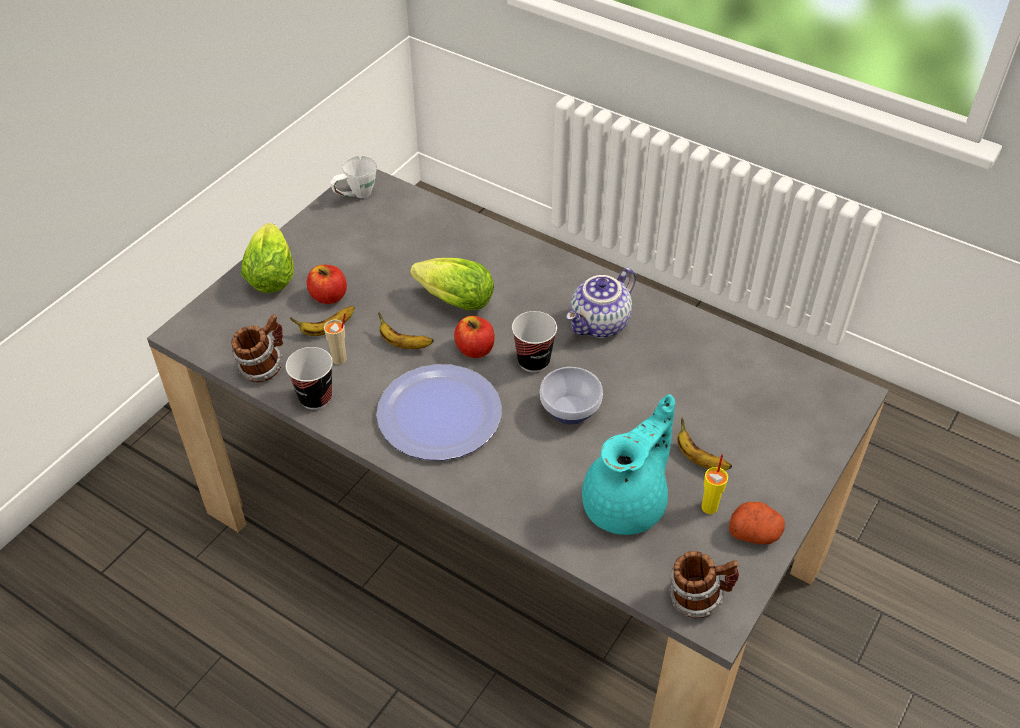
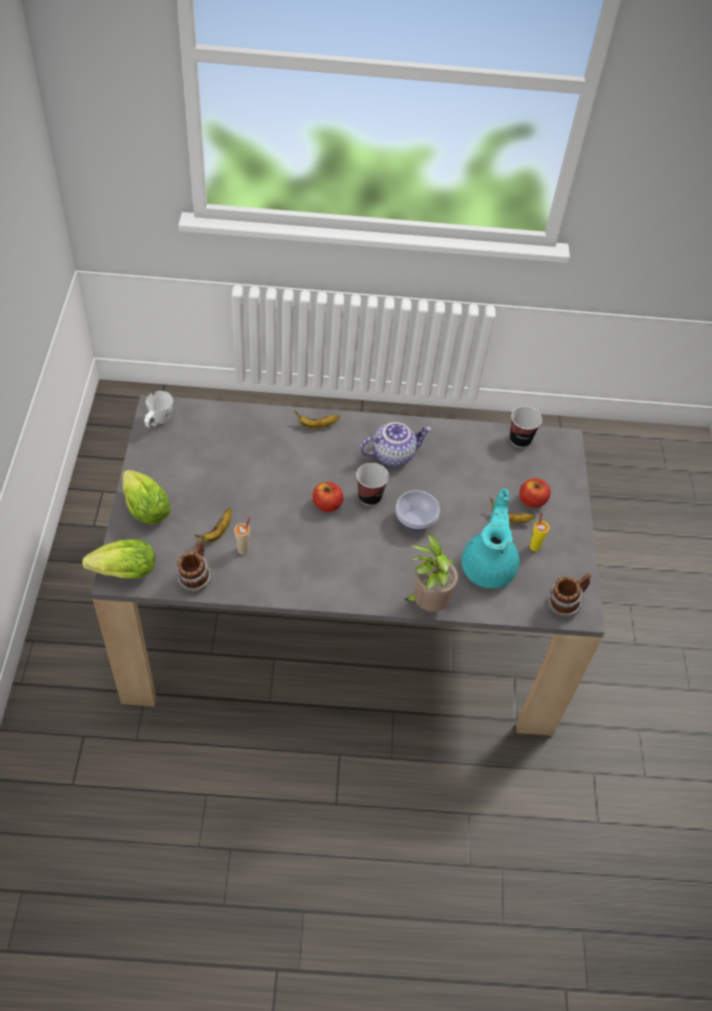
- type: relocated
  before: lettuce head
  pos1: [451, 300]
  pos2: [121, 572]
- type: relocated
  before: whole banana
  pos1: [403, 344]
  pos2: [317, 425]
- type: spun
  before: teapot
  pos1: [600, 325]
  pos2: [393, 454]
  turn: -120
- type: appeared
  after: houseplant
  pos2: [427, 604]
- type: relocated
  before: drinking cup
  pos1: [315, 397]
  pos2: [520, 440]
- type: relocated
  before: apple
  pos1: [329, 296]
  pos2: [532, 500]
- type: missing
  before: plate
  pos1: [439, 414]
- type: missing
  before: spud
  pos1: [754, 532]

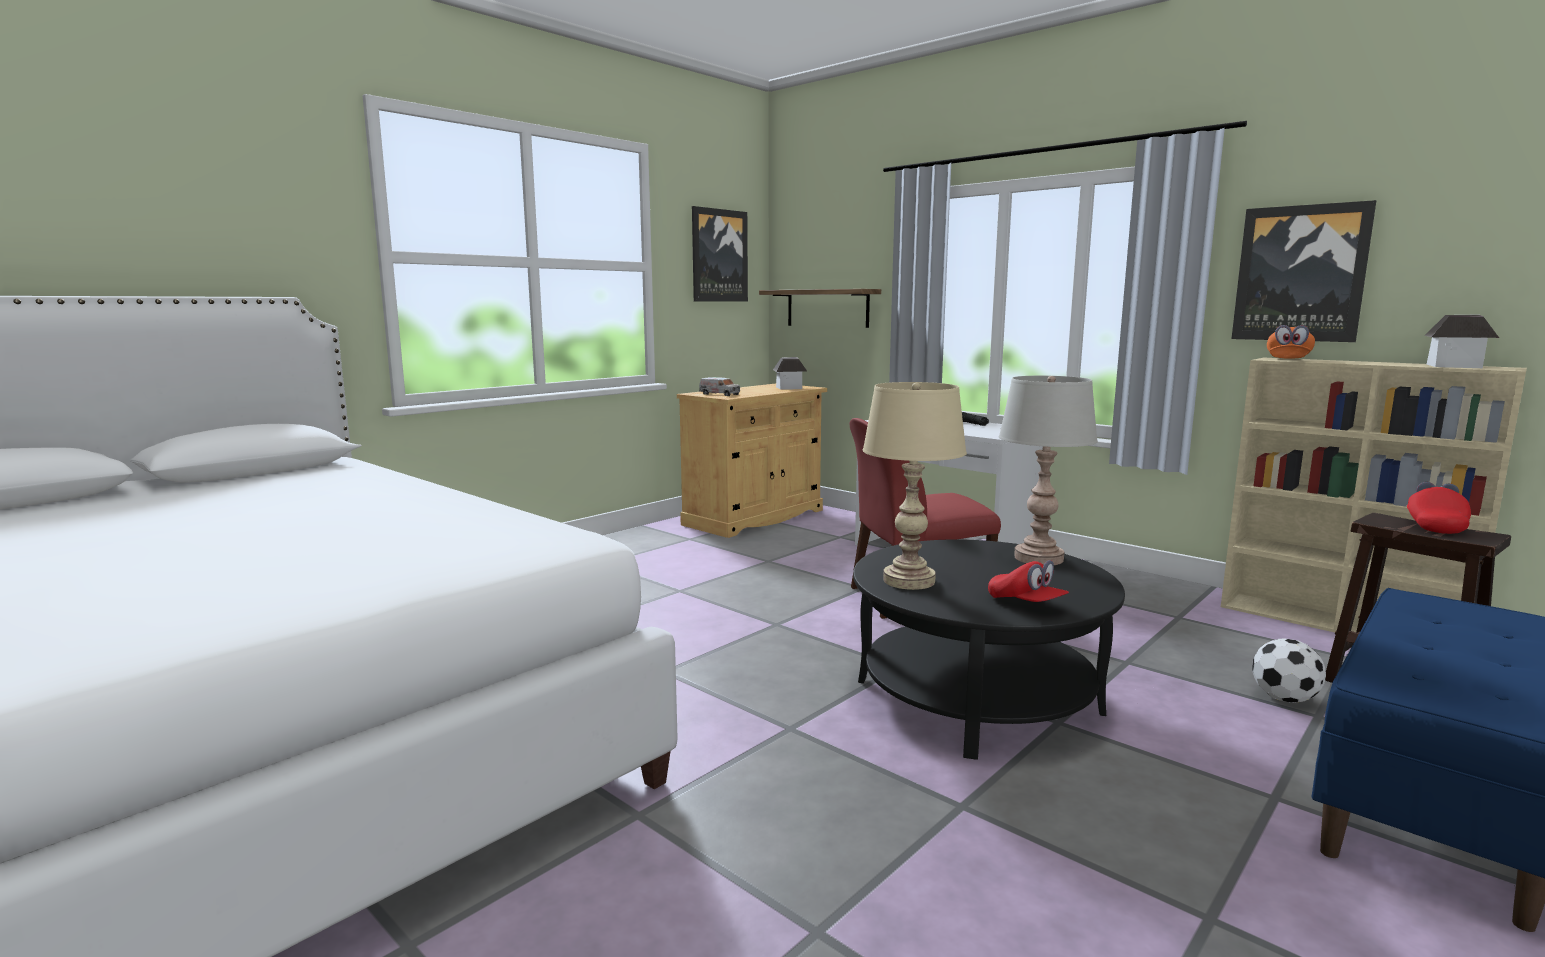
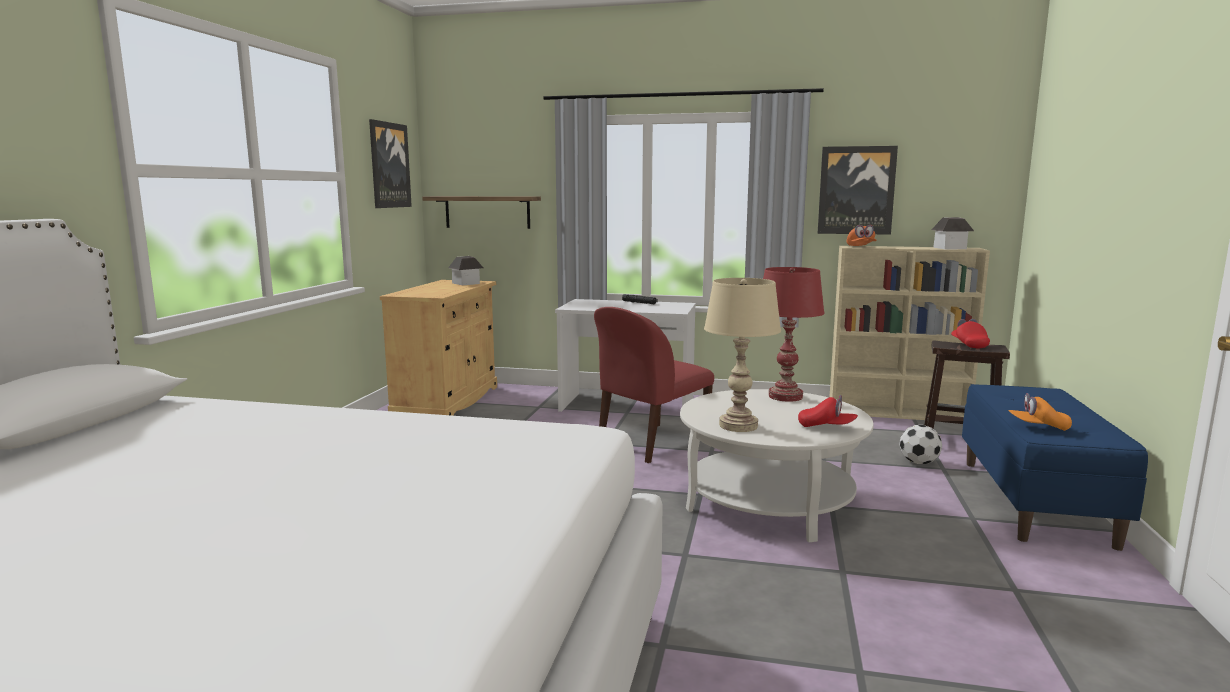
- type: colour
  before: black lounge table
  after: white-coloured lounge table
  pos1: [977, 696]
  pos2: [769, 501]
- type: colour
  before: grey tabletop lamp
  after: reddish tabletop lamp
  pos1: [1038, 558]
  pos2: [785, 396]
- type: appeared
  after: orange baseball cap
  pos2: [1038, 427]
- type: missing
  before: toy lorry
  pos1: [719, 394]

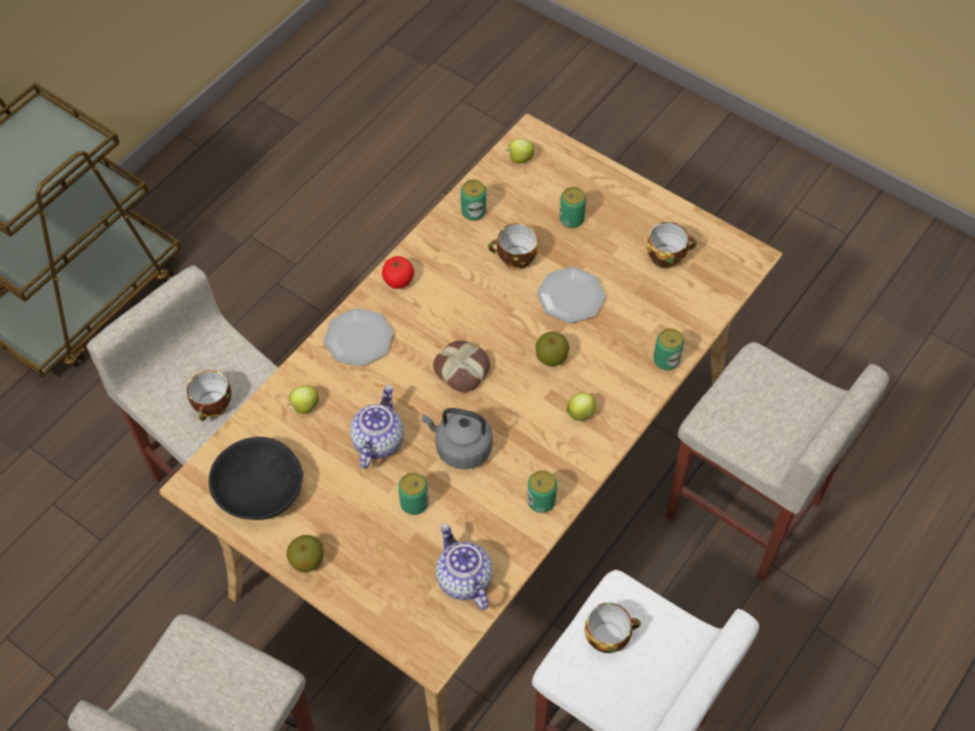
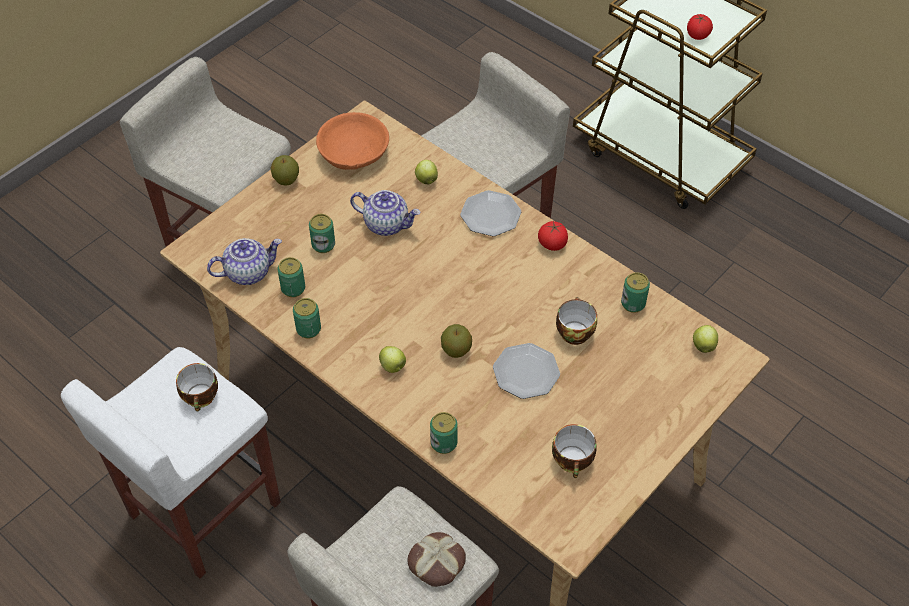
- type: relocated
  before: can
  pos1: [571, 219]
  pos2: [293, 288]
- type: colour
  before: black bowl
  after: orange bowl
  pos1: [259, 490]
  pos2: [354, 153]
- type: relocated
  before: baked bread
  pos1: [462, 369]
  pos2: [437, 563]
- type: appeared
  after: fresh tomato
  pos2: [697, 35]
- type: missing
  before: drinking cup
  pos1: [213, 407]
- type: missing
  before: grey water kettle
  pos1: [460, 448]

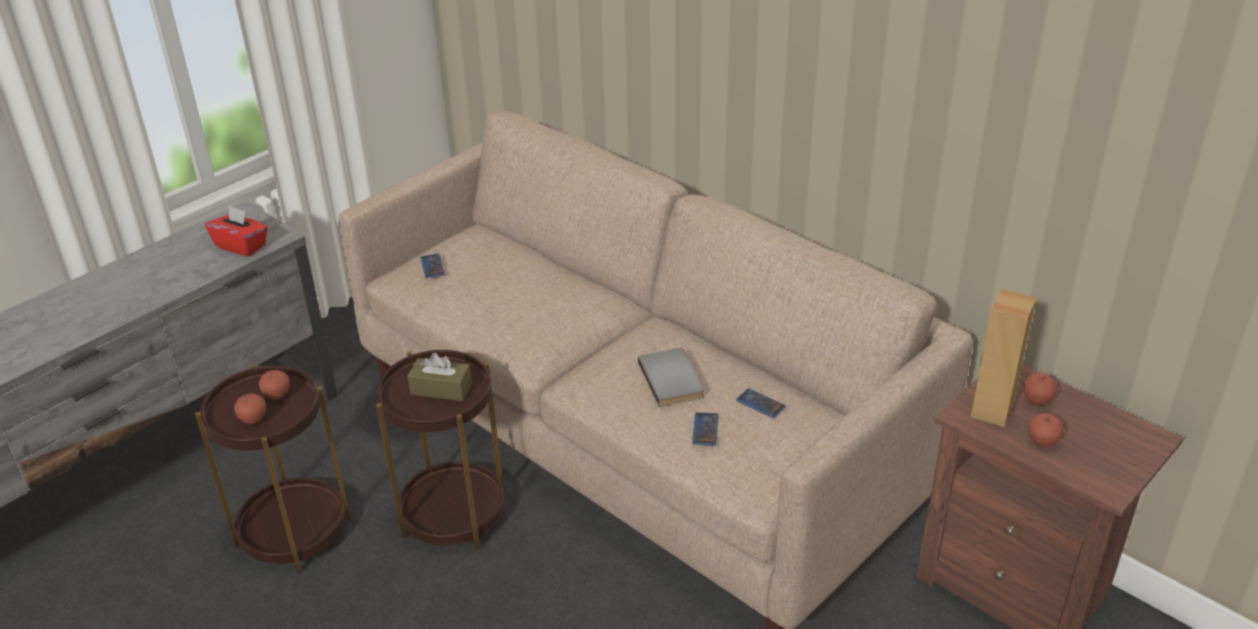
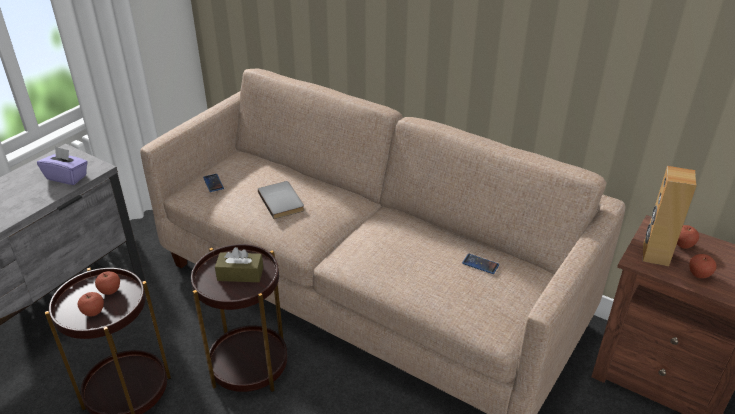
- type: colour
  before: reddish box of tissues
  after: purplish box of tissues
  pos1: [241, 246]
  pos2: [67, 177]
- type: relocated
  before: grey book
  pos1: [673, 379]
  pos2: [282, 201]
- type: missing
  before: handset
  pos1: [705, 429]

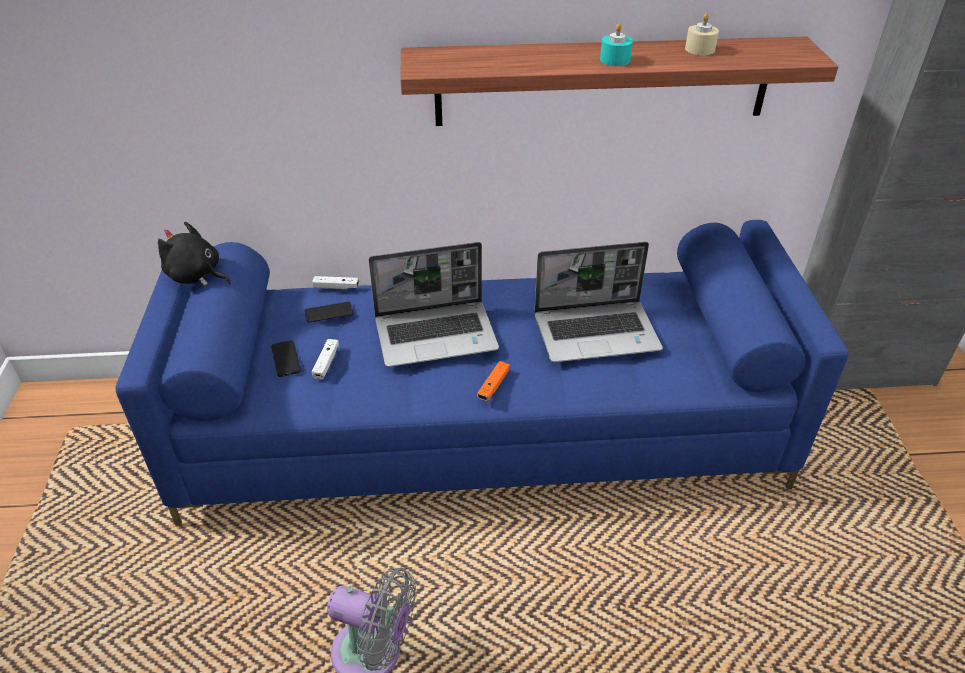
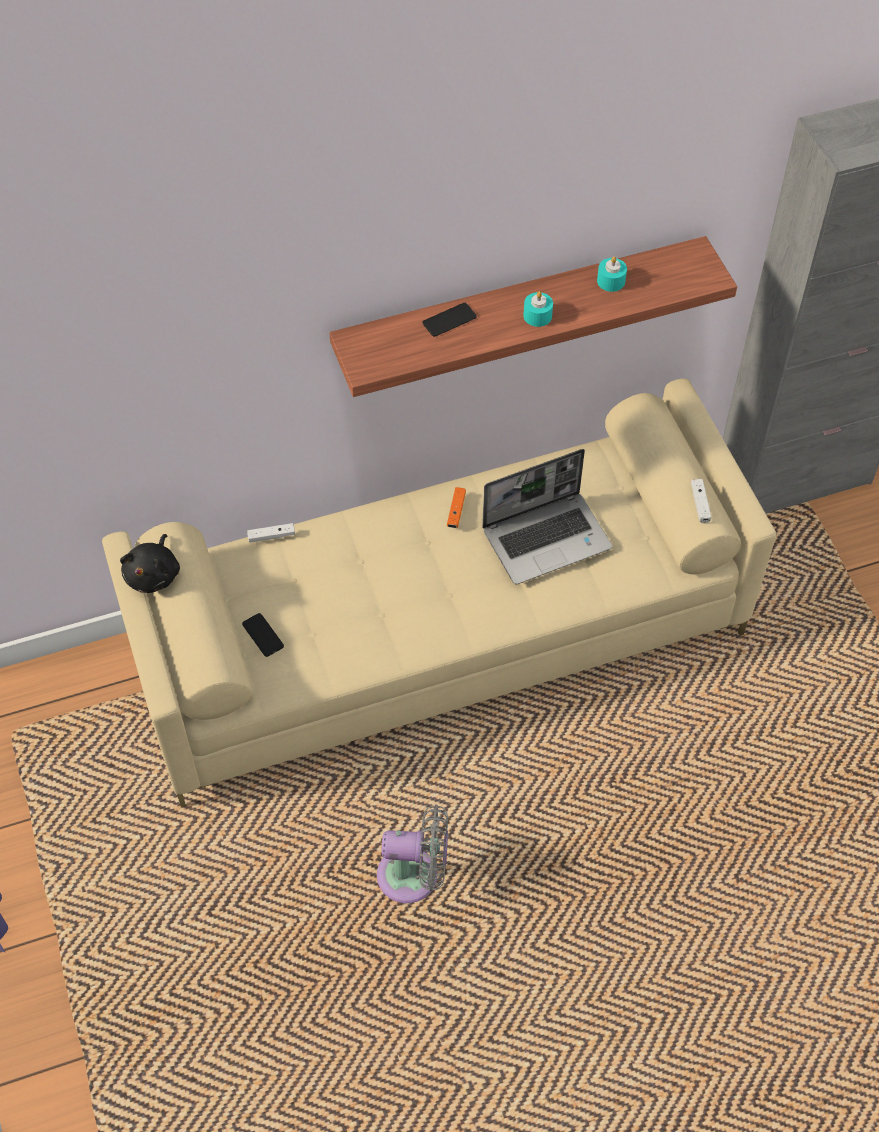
- type: colour
  before: blue settee
  after: beige settee
  pos1: [484, 431]
  pos2: [441, 637]
- type: spun
  before: black cuddly toy
  pos1: [196, 276]
  pos2: [154, 574]
  turn: -90
- type: relocated
  before: handset
  pos1: [329, 312]
  pos2: [449, 320]
- type: relocated
  before: orange joypad
  pos1: [493, 386]
  pos2: [456, 511]
- type: colour
  before: beige wax light
  after: blue-green wax light
  pos1: [700, 49]
  pos2: [611, 281]
- type: relocated
  before: white-coloured joypad
  pos1: [326, 363]
  pos2: [700, 504]
- type: missing
  before: portable computer
  pos1: [437, 334]

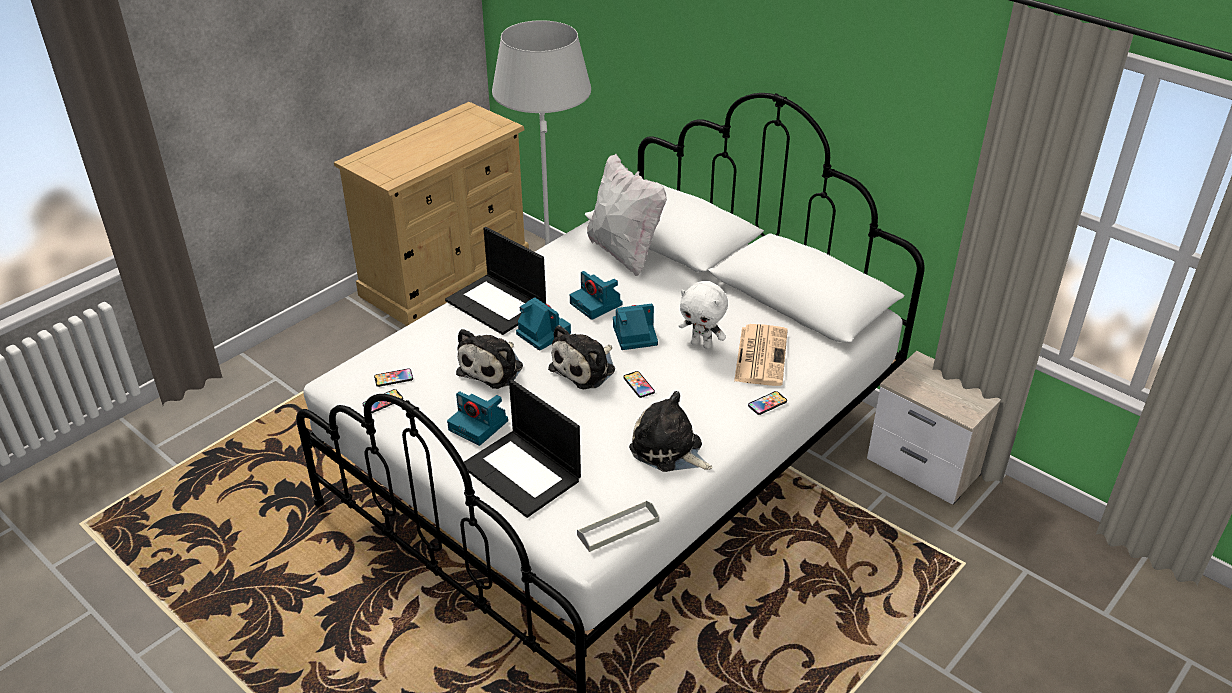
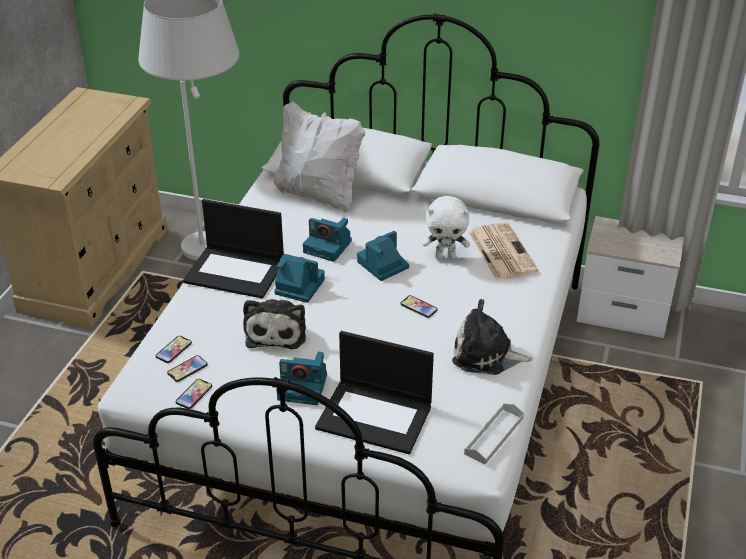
- type: relocated
  before: handset
  pos1: [767, 403]
  pos2: [173, 350]
- type: missing
  before: cuddly toy
  pos1: [585, 368]

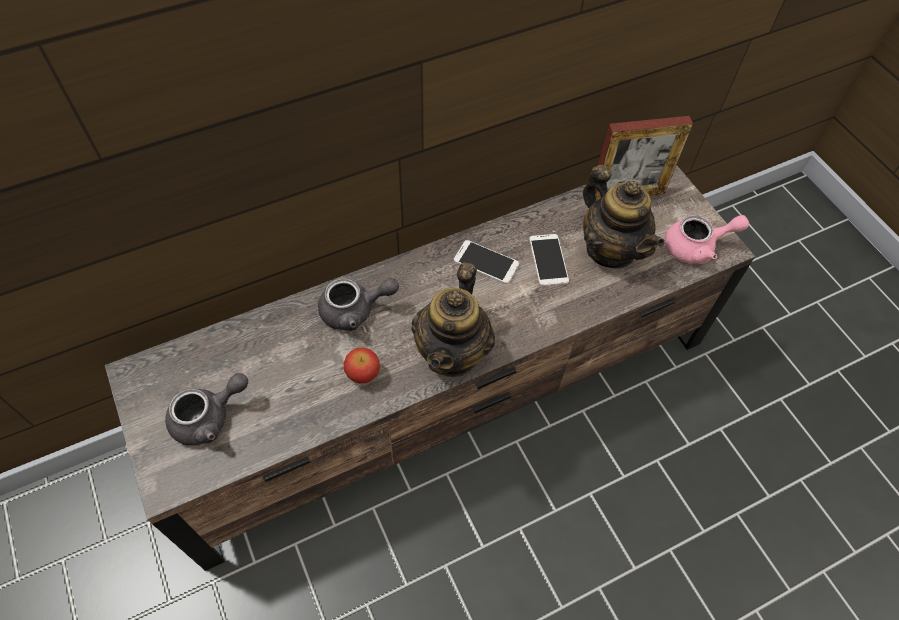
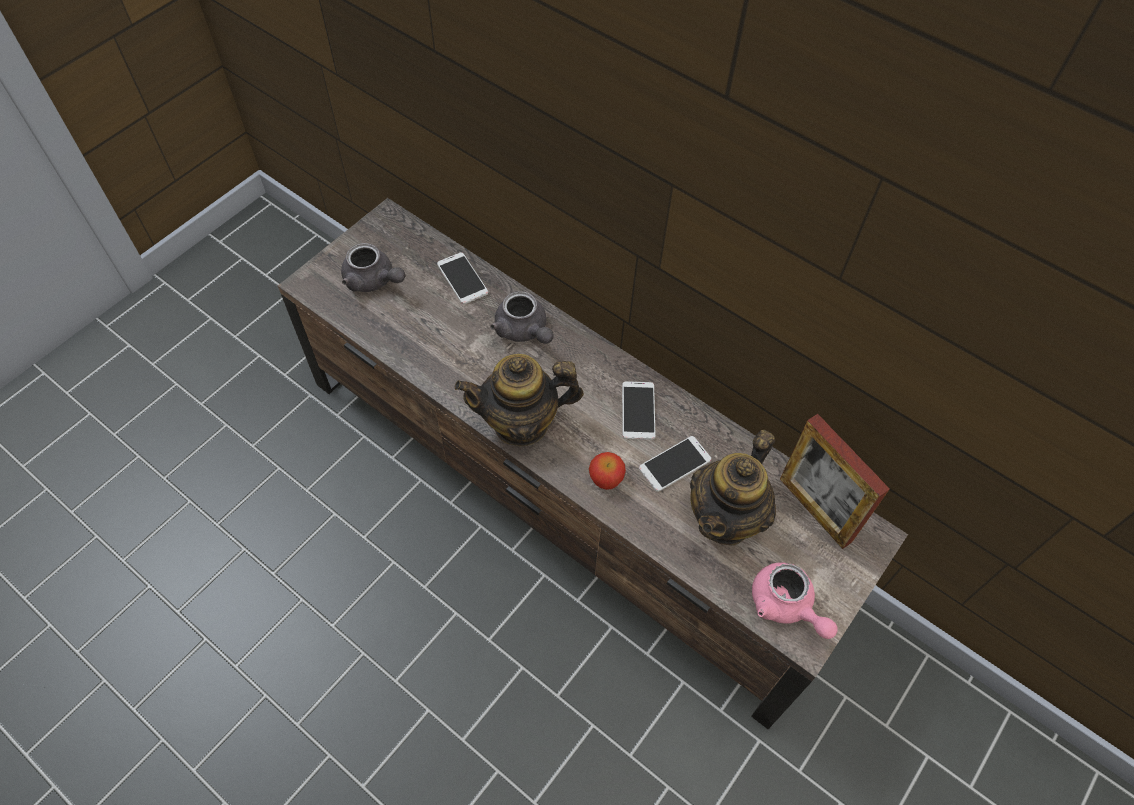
- type: appeared
  after: handset
  pos2: [462, 278]
- type: relocated
  before: apple
  pos1: [363, 374]
  pos2: [606, 479]

